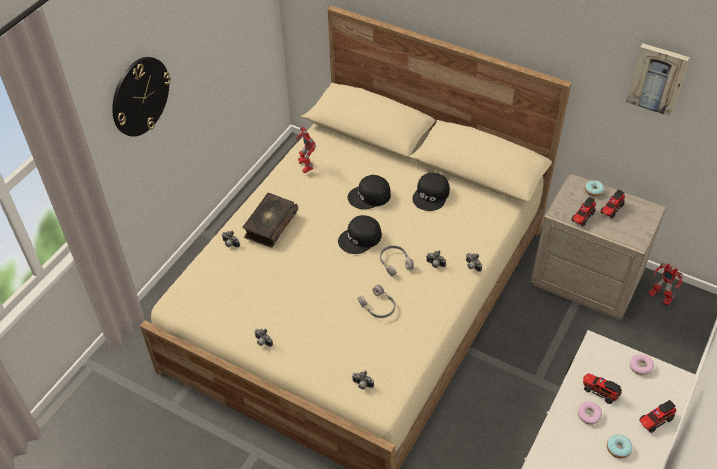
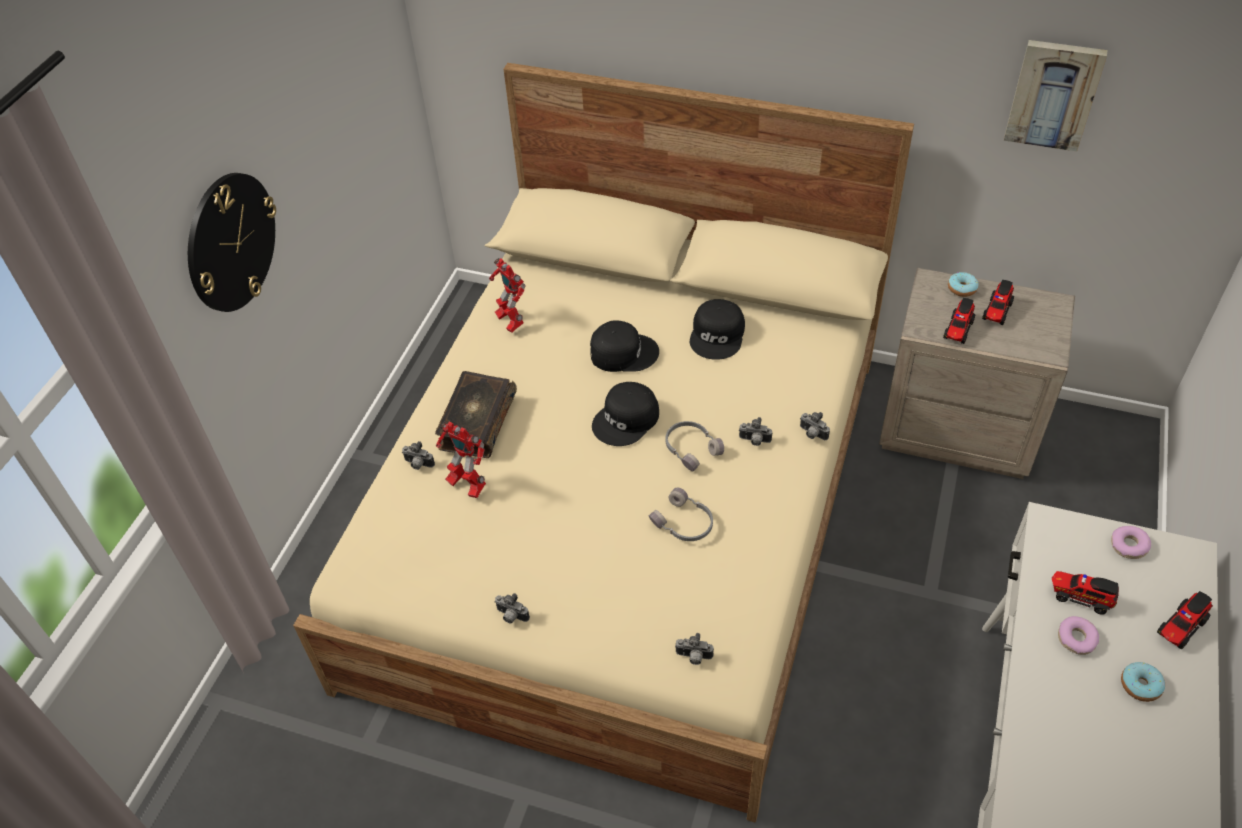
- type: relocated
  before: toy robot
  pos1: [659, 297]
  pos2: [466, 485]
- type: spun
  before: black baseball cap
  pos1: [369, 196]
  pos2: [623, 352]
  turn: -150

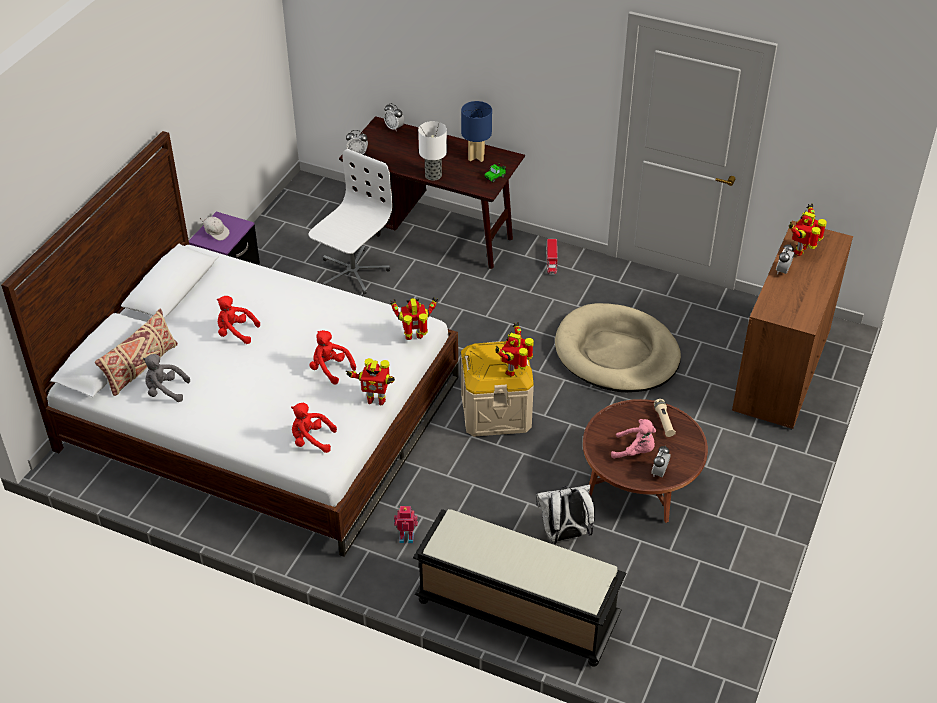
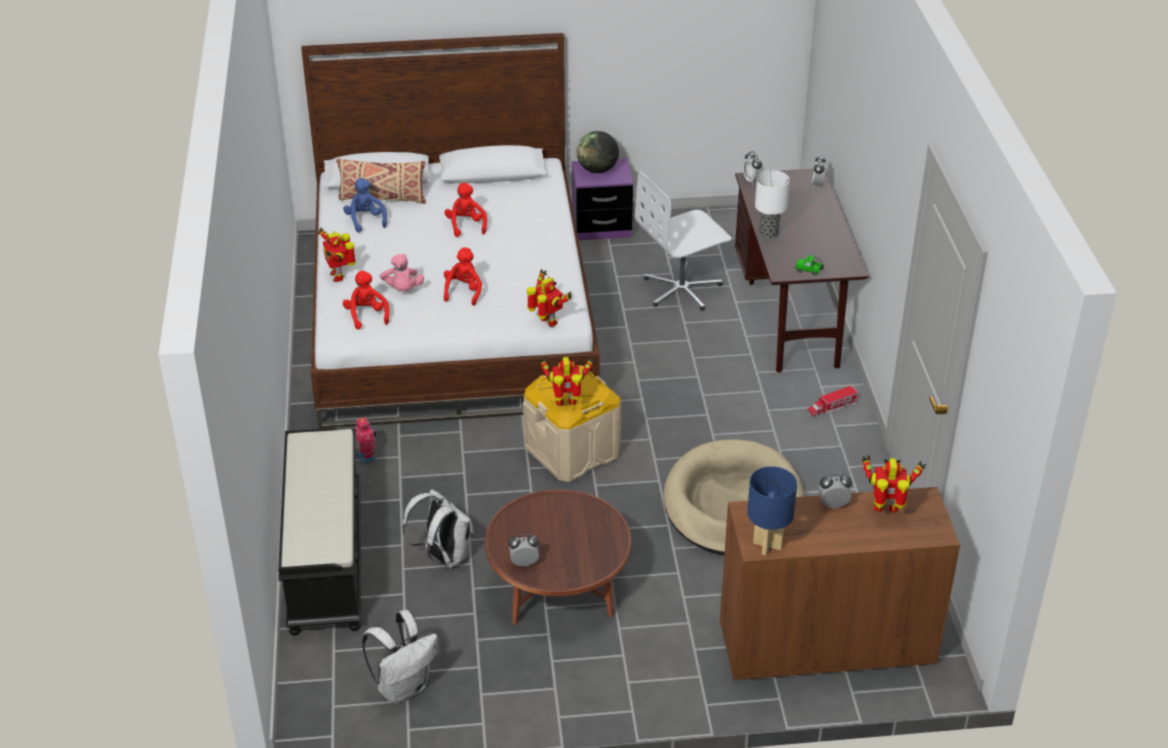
- type: relocated
  before: toy robot
  pos1: [375, 399]
  pos2: [338, 275]
- type: colour
  before: grey cuddly toy
  after: blue cuddly toy
  pos1: [165, 391]
  pos2: [365, 220]
- type: appeared
  after: white-coloured knapsack
  pos2: [404, 687]
- type: relocated
  before: pink cuddly toy
  pos1: [635, 451]
  pos2: [402, 289]
- type: exchanged
  before: white-coloured baseball cap
  after: desk globe
  pos1: [216, 233]
  pos2: [597, 170]
- type: spun
  before: white-coloured office chair
  pos1: [352, 272]
  pos2: [682, 289]
  turn: 150
- type: relocated
  before: blue tabletop lamp
  pos1: [476, 157]
  pos2: [766, 545]
- type: missing
  before: beige flashlight
  pos1: [663, 422]

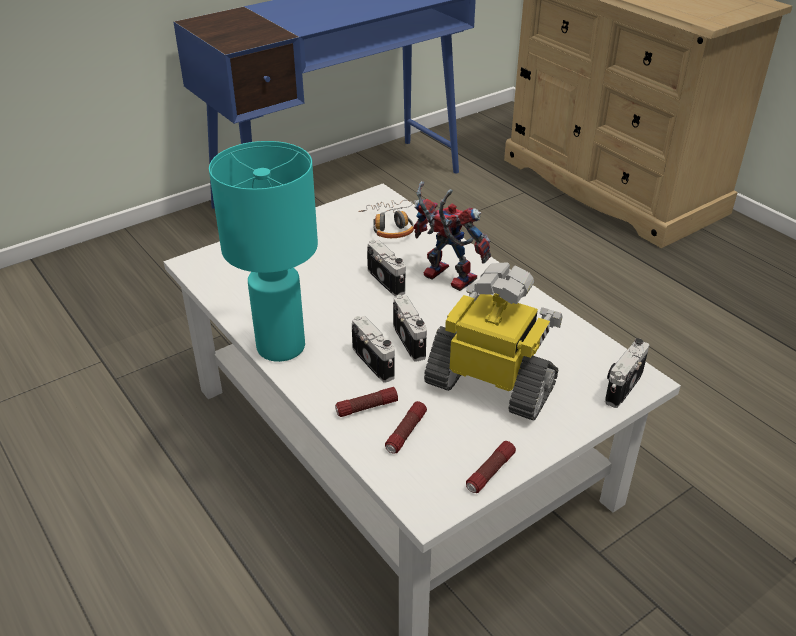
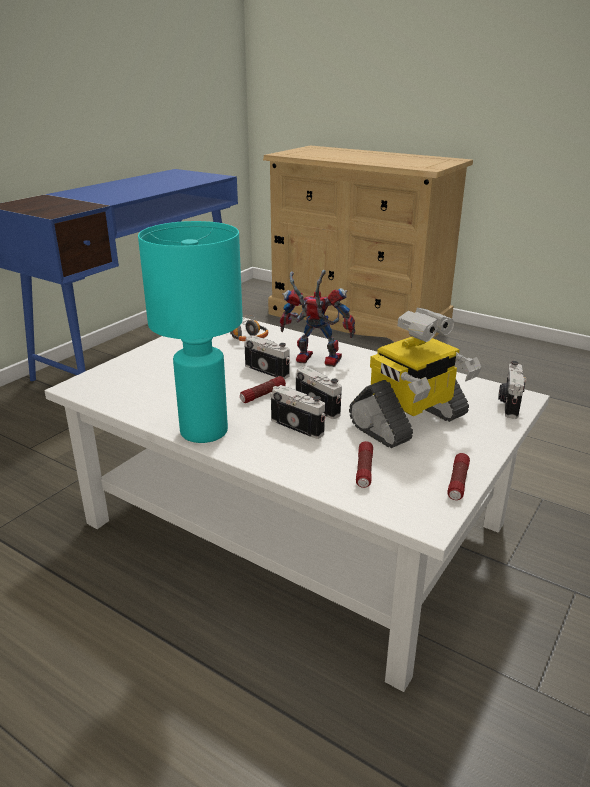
- type: relocated
  before: flashlight
  pos1: [366, 408]
  pos2: [262, 395]
- type: spun
  before: toy robot
  pos1: [492, 384]
  pos2: [409, 422]
  turn: 135

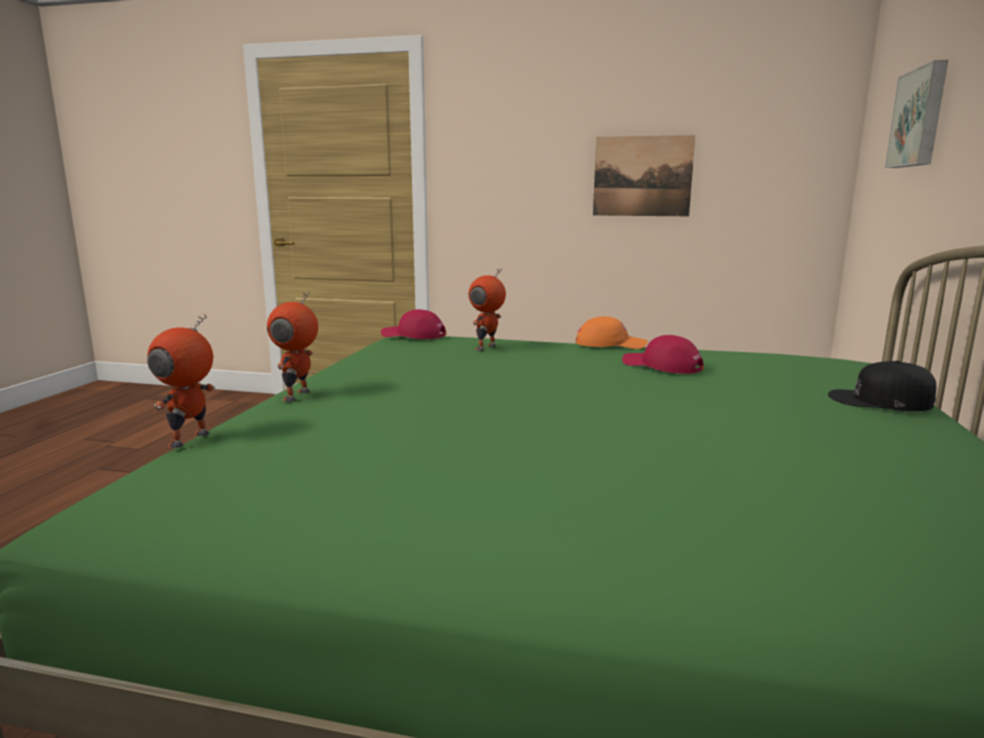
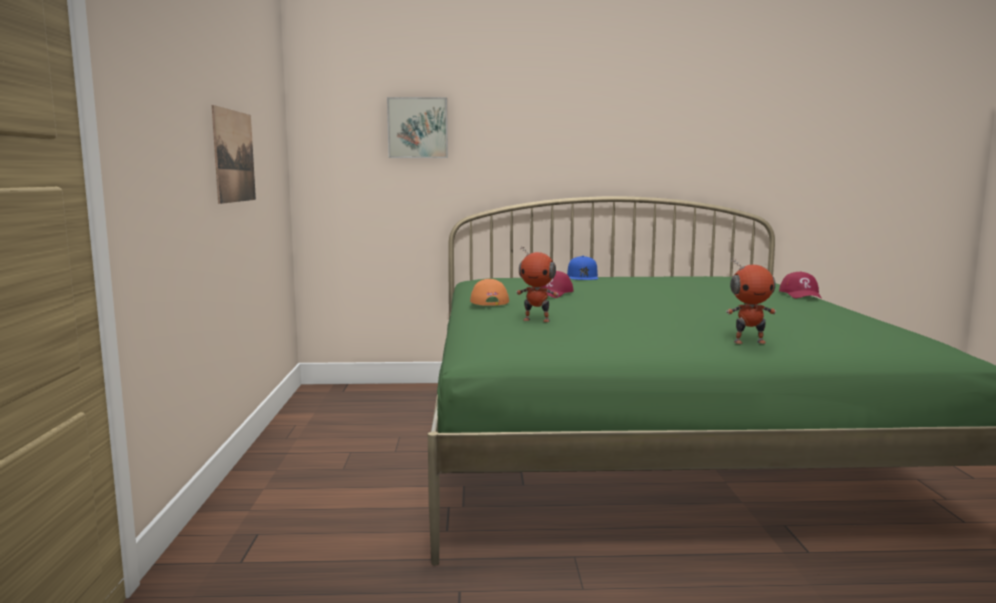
- type: colour
  before: black baseball cap
  after: blue baseball cap
  pos1: [879, 400]
  pos2: [583, 276]
- type: relocated
  before: reddish baseball cap
  pos1: [413, 335]
  pos2: [801, 294]
- type: missing
  before: toy robot
  pos1: [191, 440]

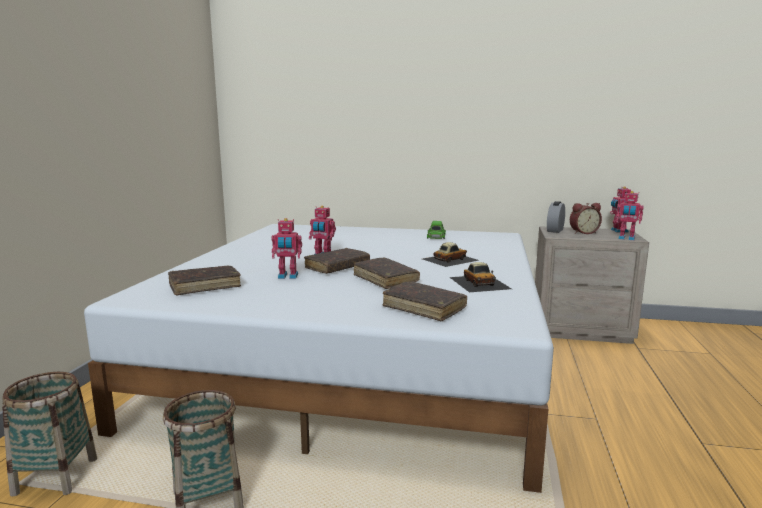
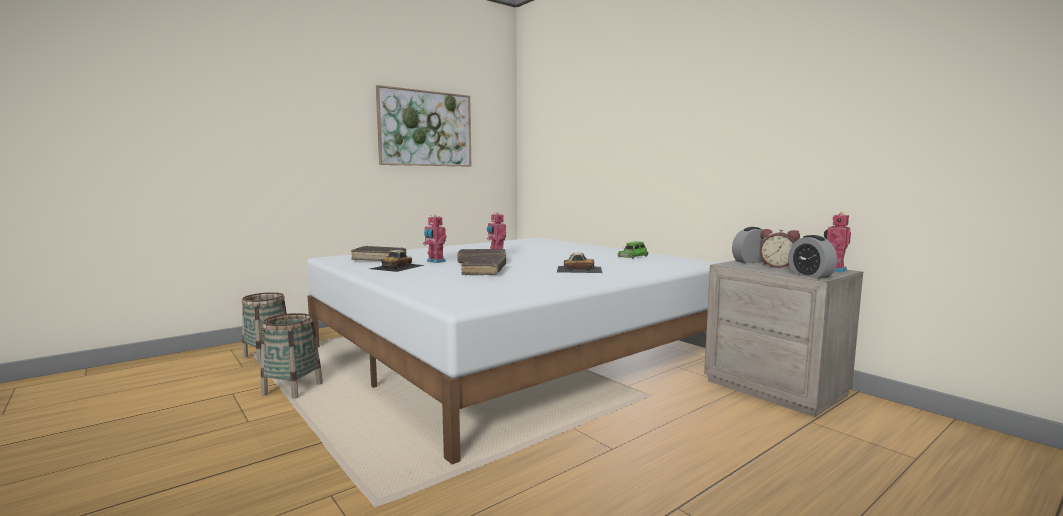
- type: relocated
  before: model car
  pos1: [479, 282]
  pos2: [397, 267]
- type: appeared
  after: picture
  pos2: [425, 128]
- type: exchanged
  before: toy robot
  after: table clock
  pos1: [626, 238]
  pos2: [810, 275]
- type: missing
  before: brown-coloured book
  pos1: [424, 308]

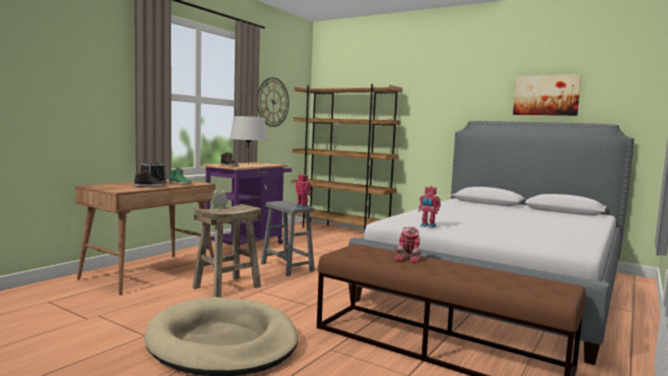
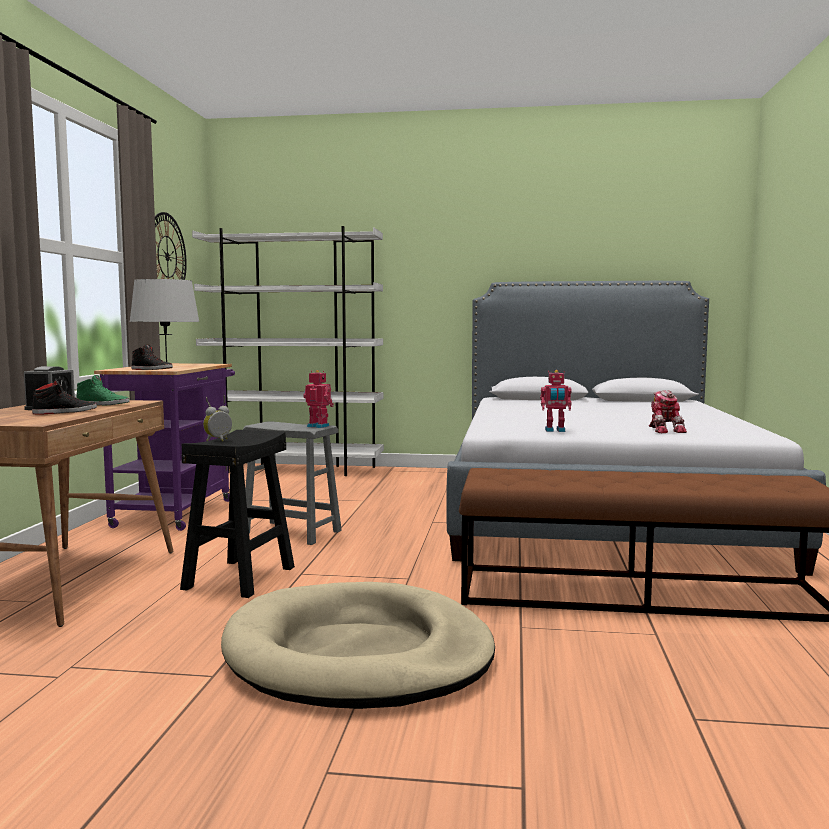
- type: colour
  before: beige sitting stool
  after: black sitting stool
  pos1: [227, 287]
  pos2: [240, 578]
- type: colour
  before: brown-coloured shelving unit
  after: white-coloured shelving unit
  pos1: [340, 230]
  pos2: [293, 469]
- type: relocated
  before: toy robot
  pos1: [409, 258]
  pos2: [665, 430]
- type: missing
  before: picture
  pos1: [546, 95]

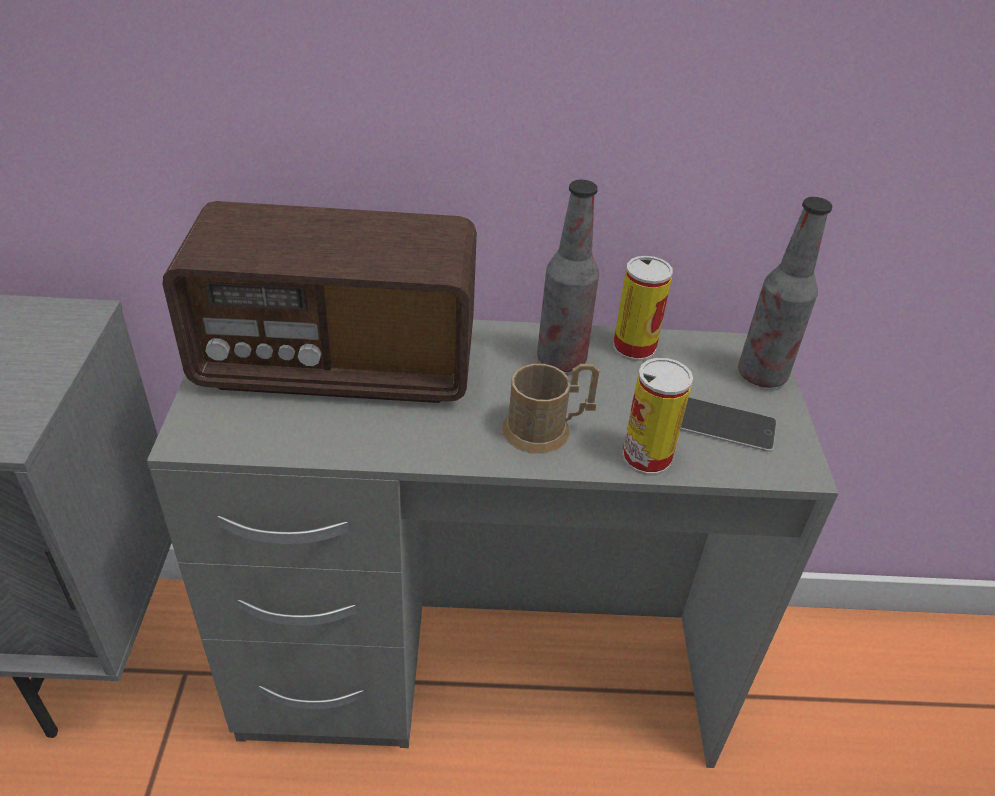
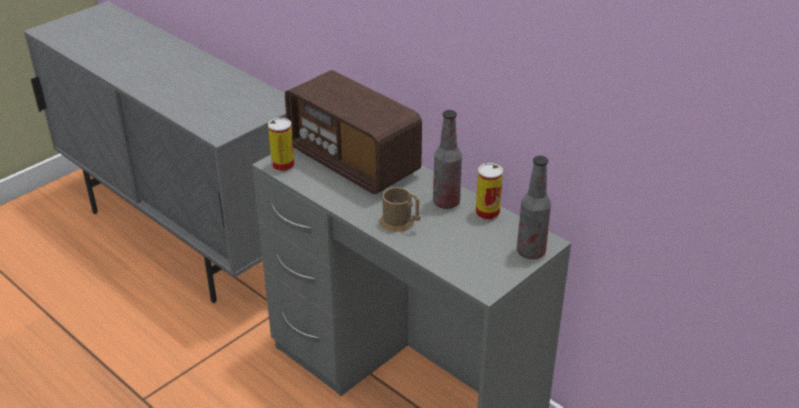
- type: relocated
  before: can
  pos1: [646, 457]
  pos2: [283, 166]
- type: missing
  before: handset
  pos1: [722, 424]

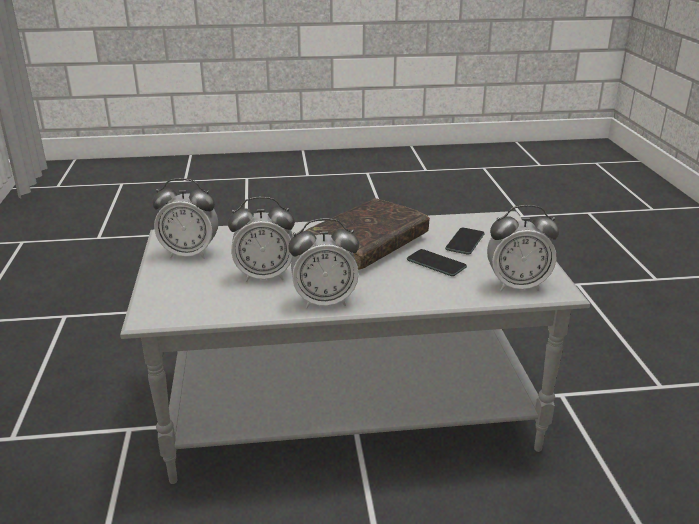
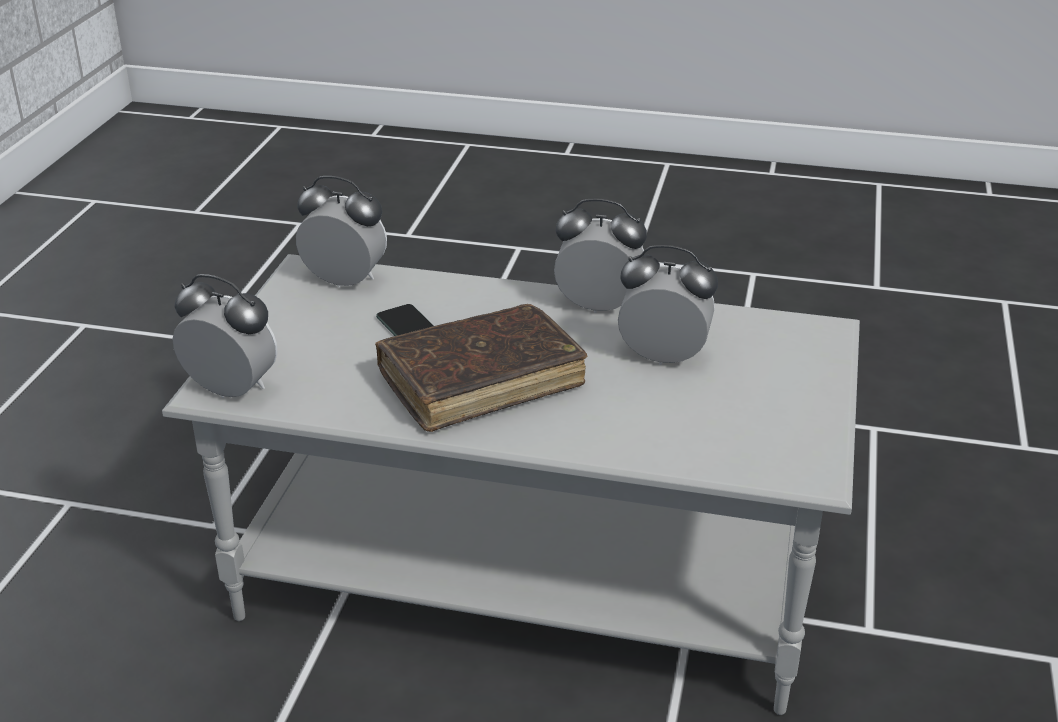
- type: relocated
  before: table clock
  pos1: [190, 254]
  pos2: [231, 390]
- type: missing
  before: handset
  pos1: [465, 242]

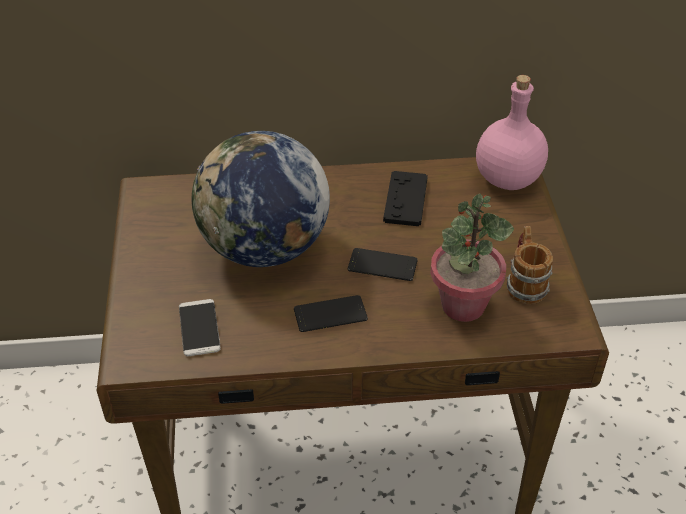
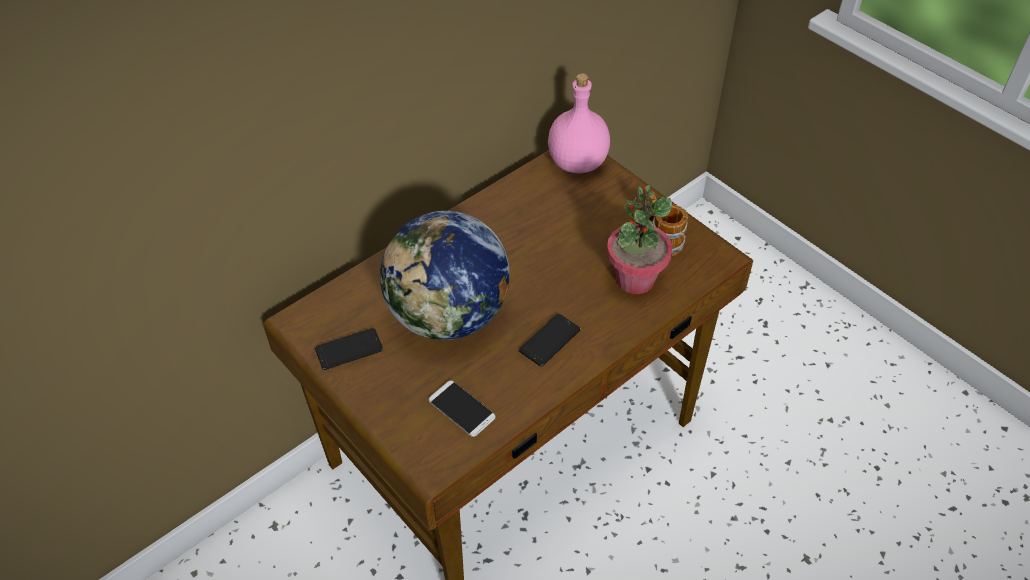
- type: relocated
  before: handset
  pos1: [382, 265]
  pos2: [349, 349]
- type: missing
  before: black joypad
  pos1: [405, 199]

